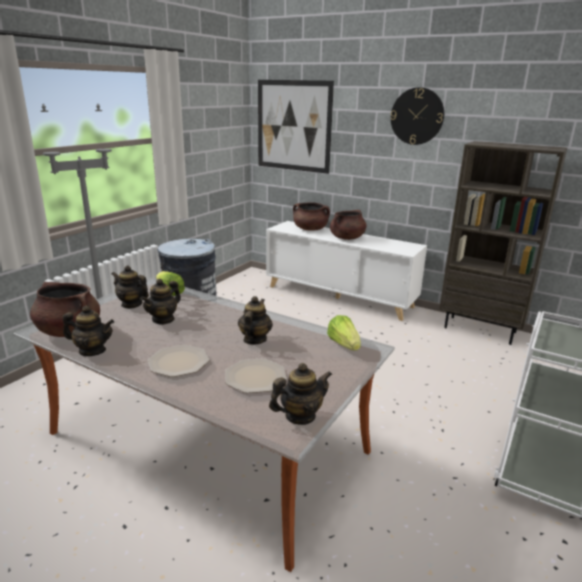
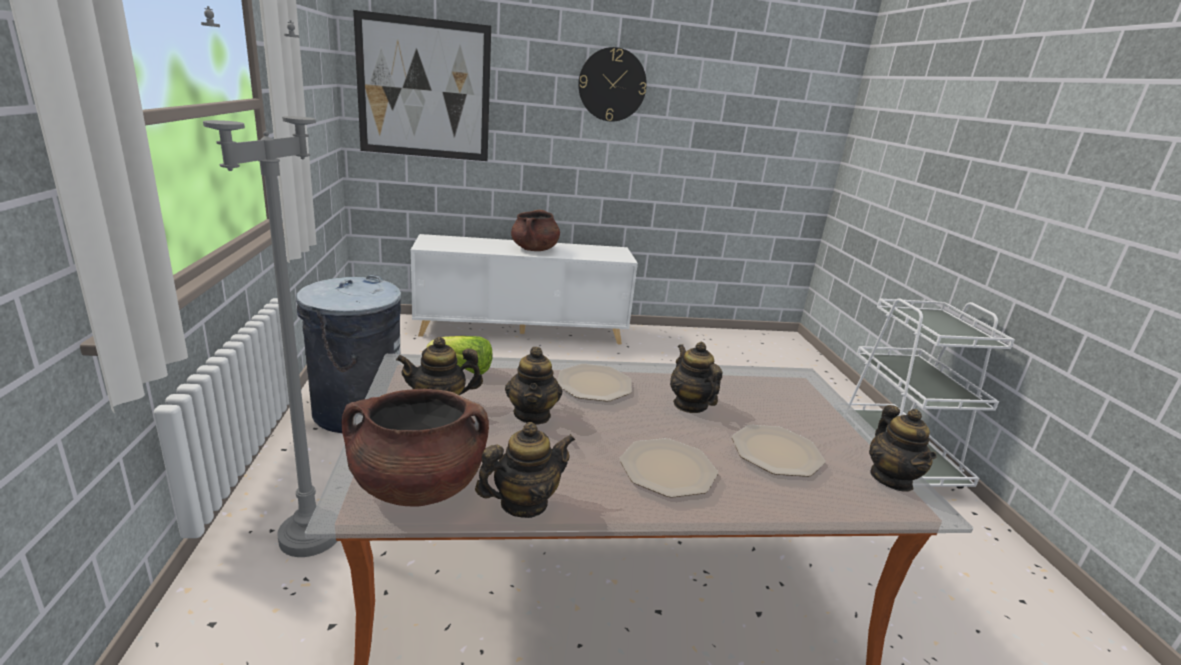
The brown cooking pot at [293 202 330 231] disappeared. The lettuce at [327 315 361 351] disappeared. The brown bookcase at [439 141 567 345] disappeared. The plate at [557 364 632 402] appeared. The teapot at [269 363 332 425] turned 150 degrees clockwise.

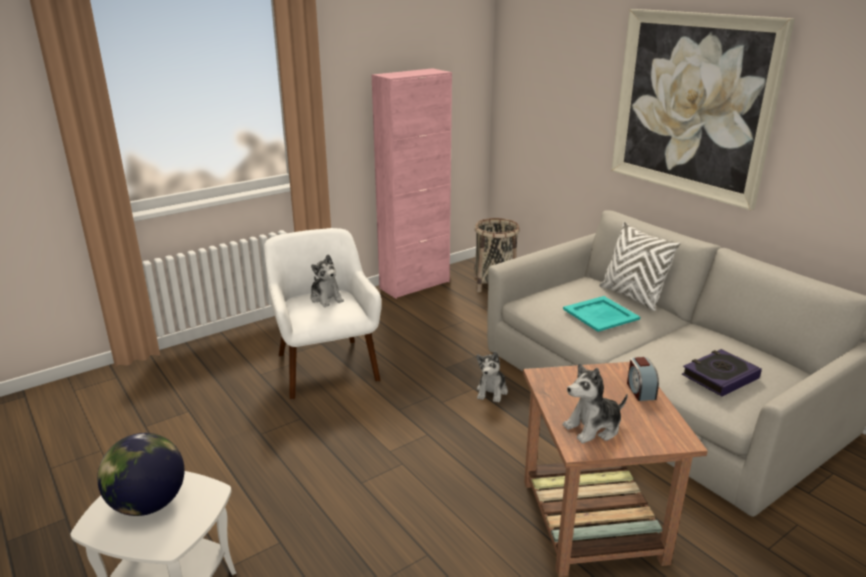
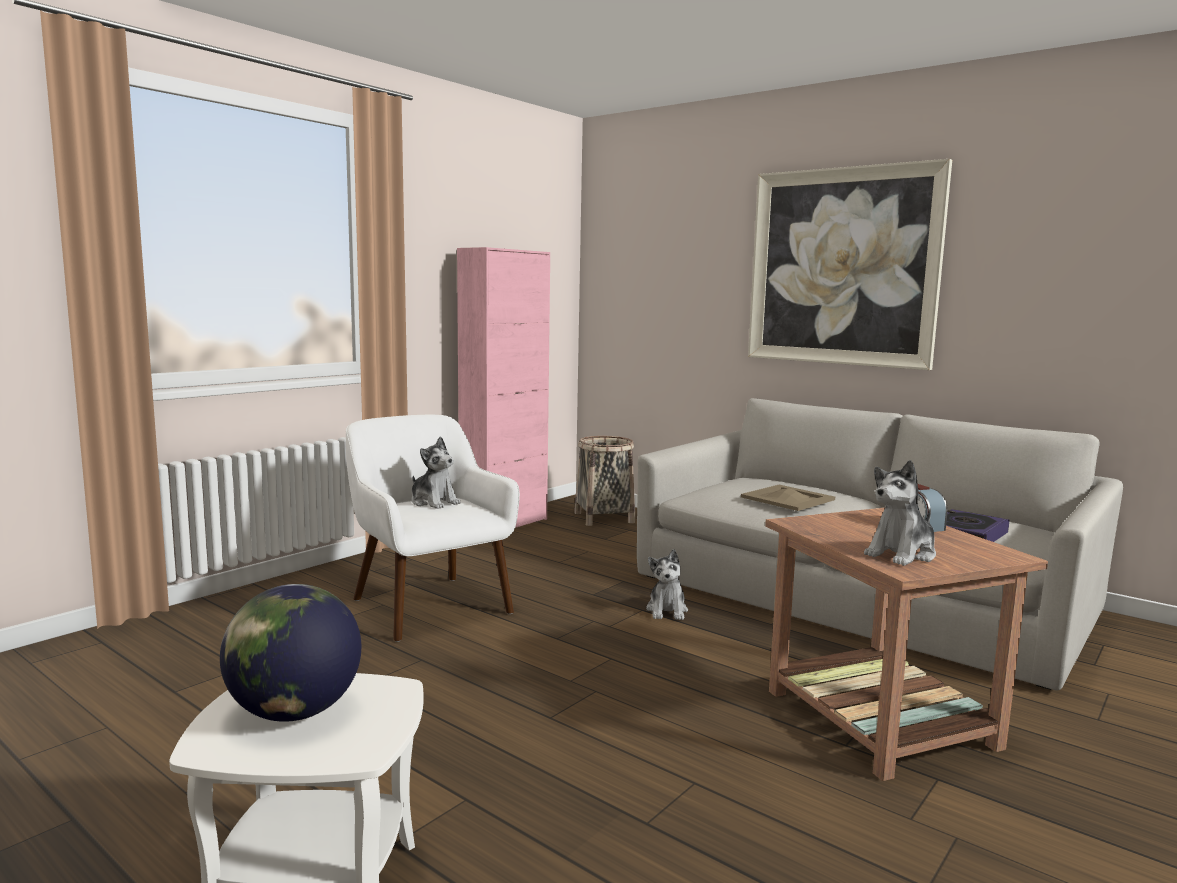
The white pillow at [599 221 680 311] disappeared. The turquoise tray at [563 296 640 332] became the beige tray at [741 485 835 511].

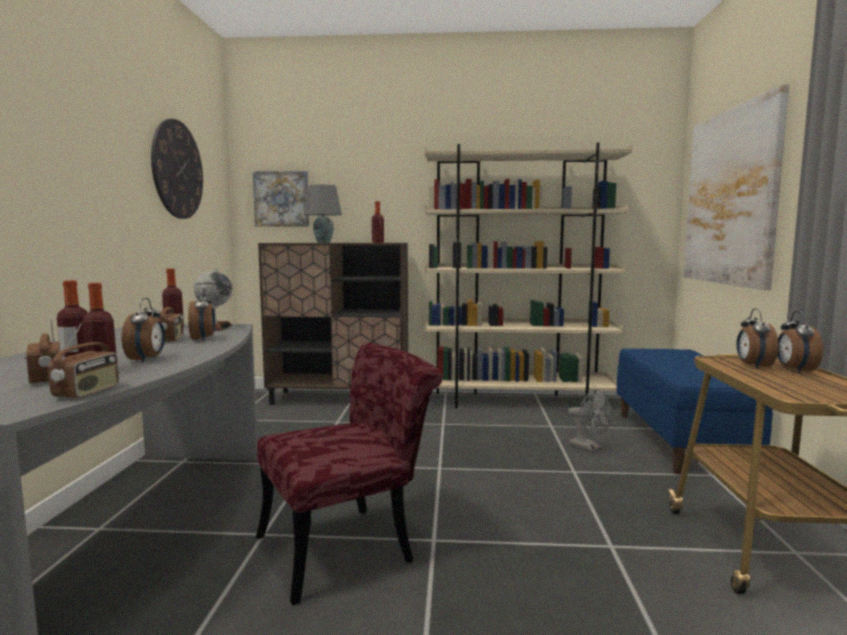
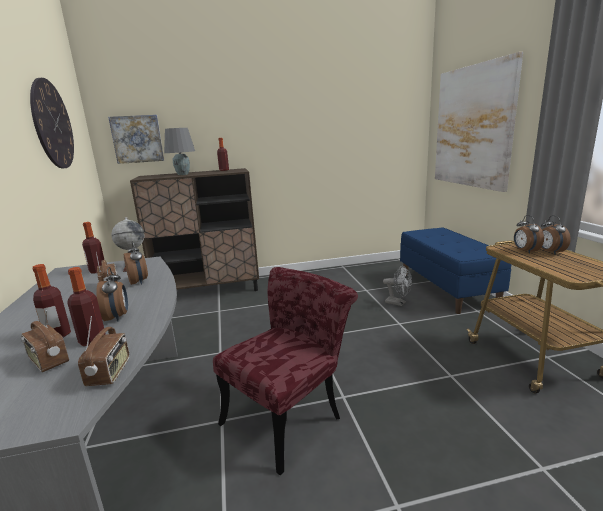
The beige bookcase at [425 142 633 408] disappeared.

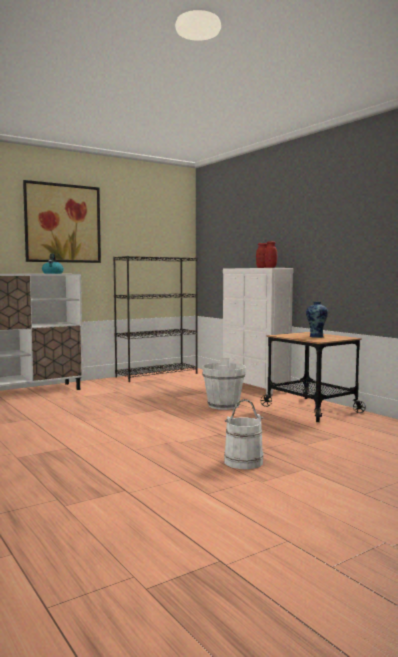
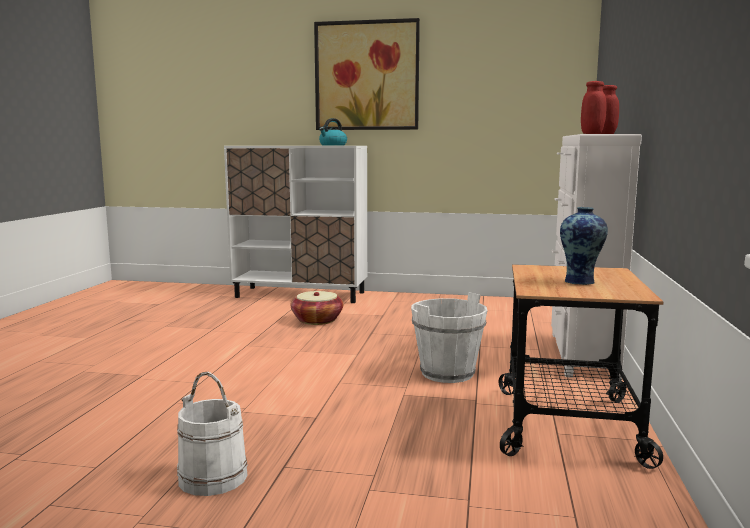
The black bookcase at [113 256 198 382] disappeared. The basket at [291 291 343 325] appeared.

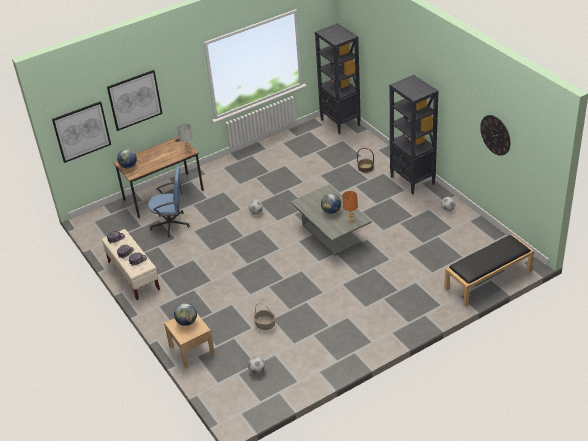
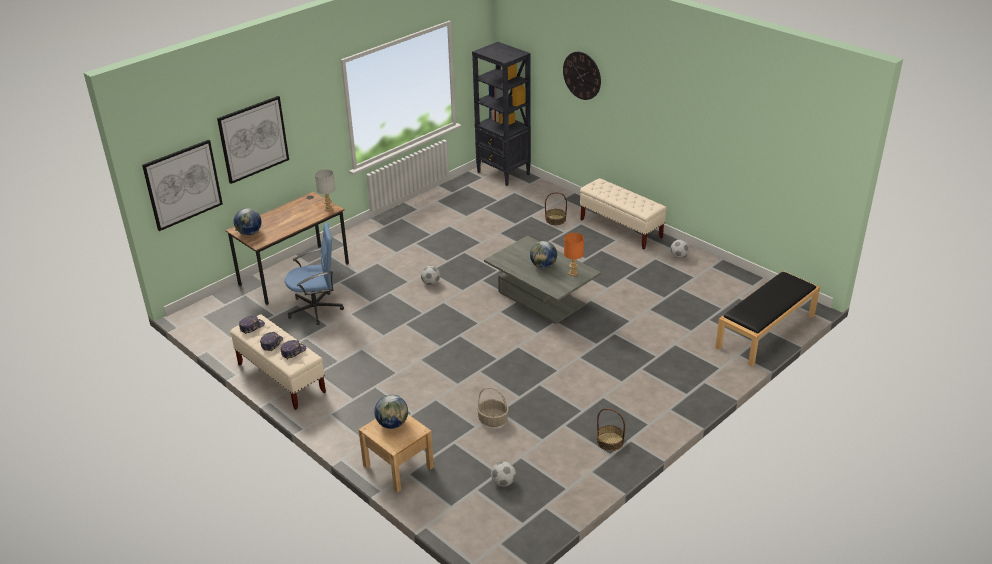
The basket at [596 408 625 451] appeared. The wall clock moved from [480 115 510 156] to [563 52 601 100]. The black bookcase at [389 75 439 195] was replaced by the beige bench at [580 178 667 250].

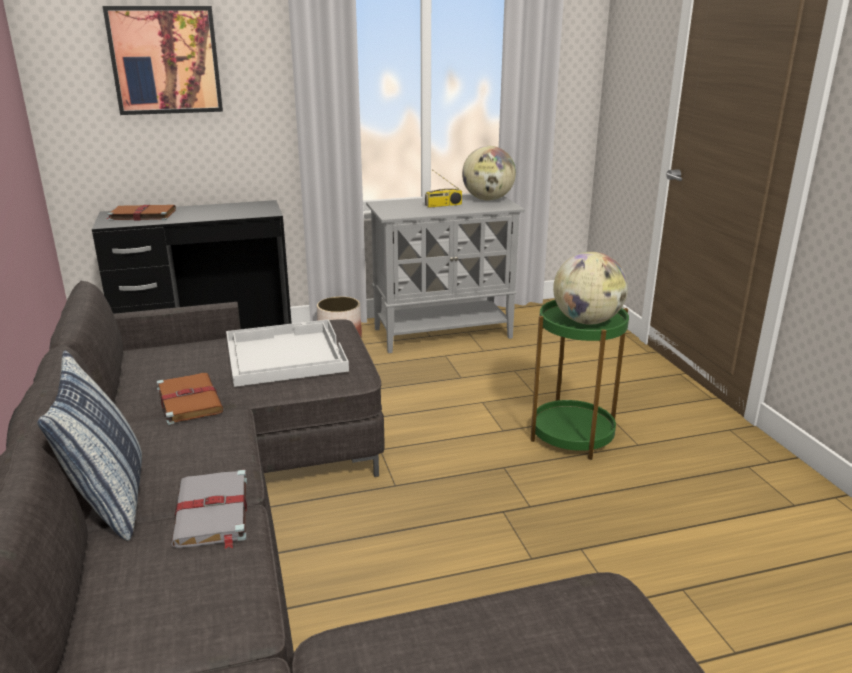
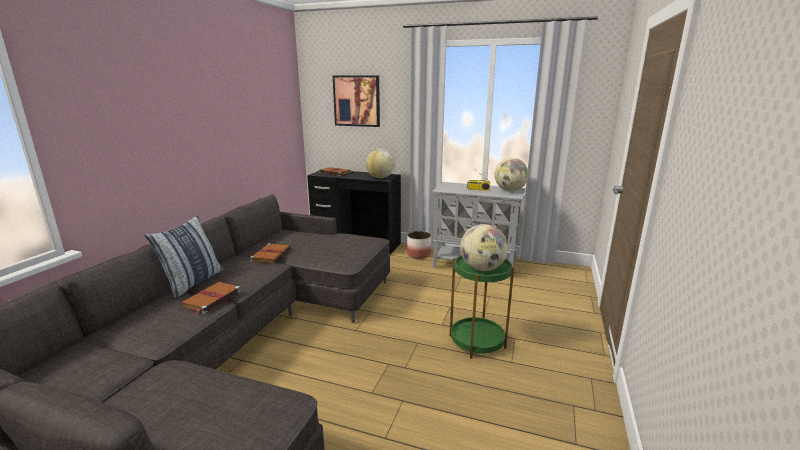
The white tray at [226 319 349 387] disappeared. The globe at [366 149 395 178] appeared. The grey book at [171 470 247 549] became the brown book at [180 282 241 315].

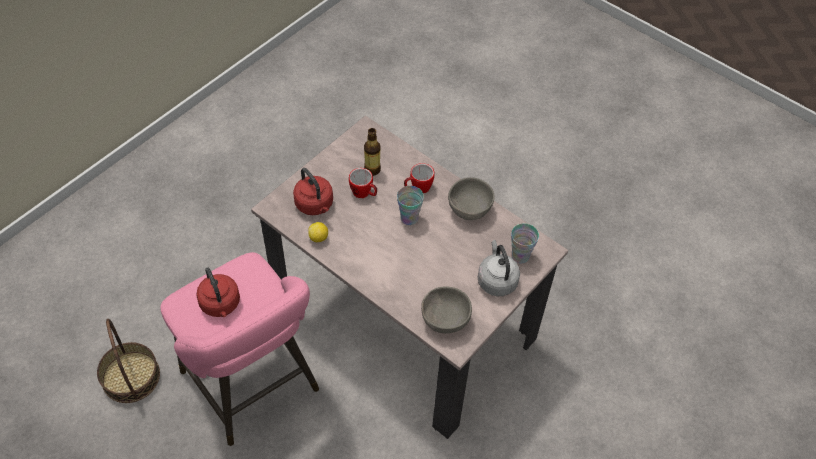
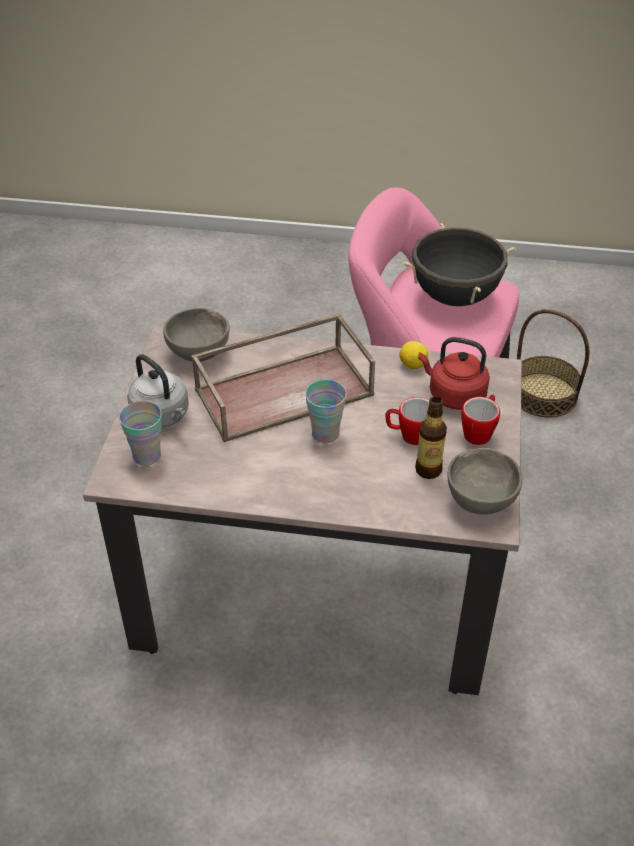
The brown tray at [191 314 375 442] appeared. The mug moved from [404 163 435 194] to [461 395 500 445]. The grey bowl moved from [448 177 495 220] to [448 448 523 515]. The red kettle at [196 268 240 317] was replaced by the black cooking pot at [403 223 516 306].

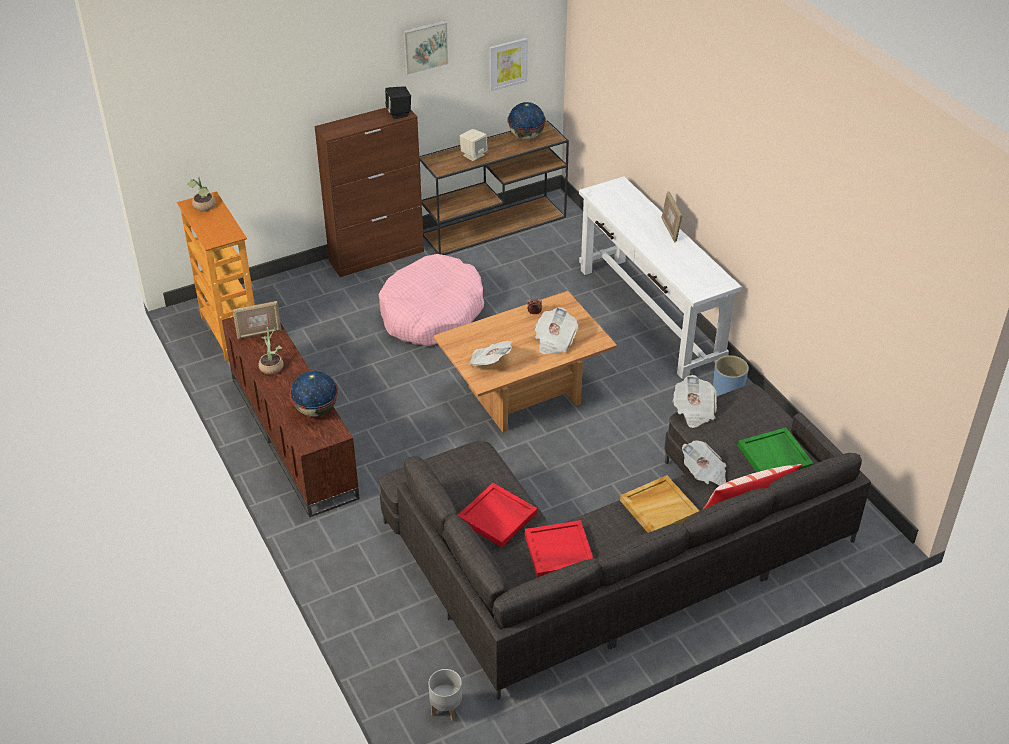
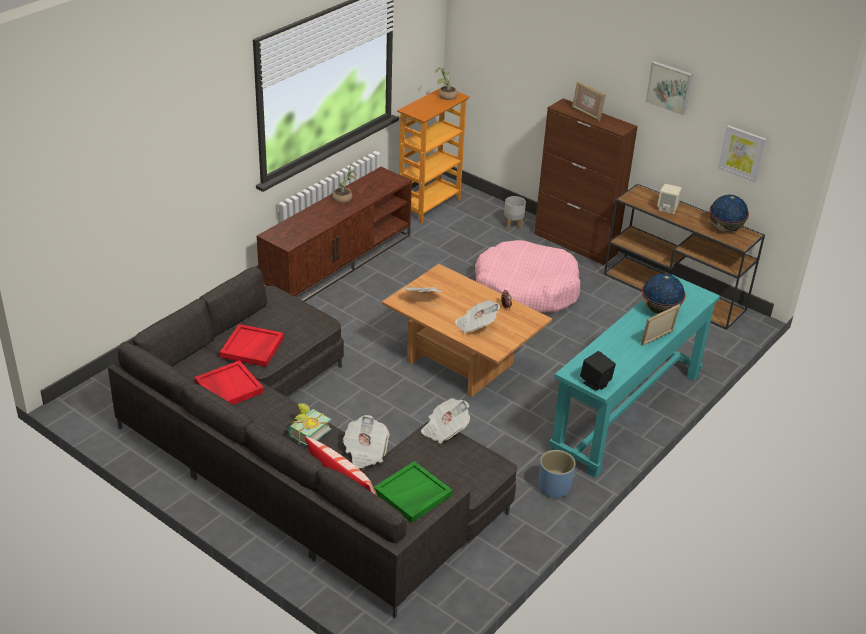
The picture frame moved from [233 301 281 340] to [572 81 606 121]. The globe moved from [290 371 338 417] to [642 273 686 314]. The black speaker moved from [385 86 411 119] to [580 351 616 391]. The grey planter moved from [428 669 462 722] to [504 196 526 230]. The beige tray at [620 475 699 533] was replaced by the book at [288 403 331 447]. The white console table at [579 176 742 379] became the turquoise console table at [549 275 720 478].

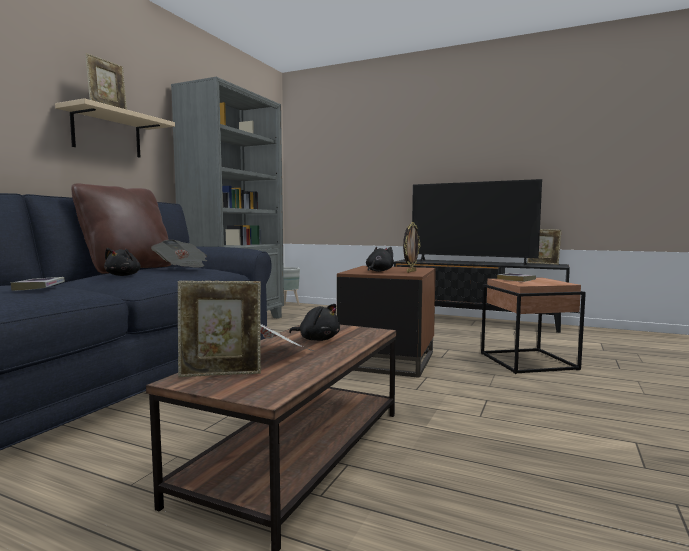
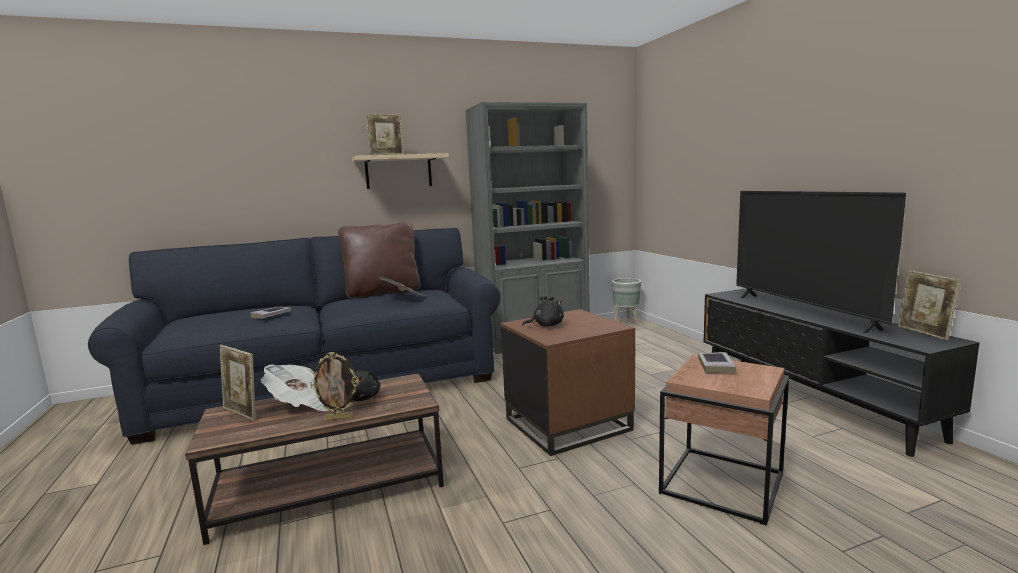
The black plush toy at [104 248 141 276] disappeared. The picture frame moved from [403 222 421 273] to [310 352 359 420].

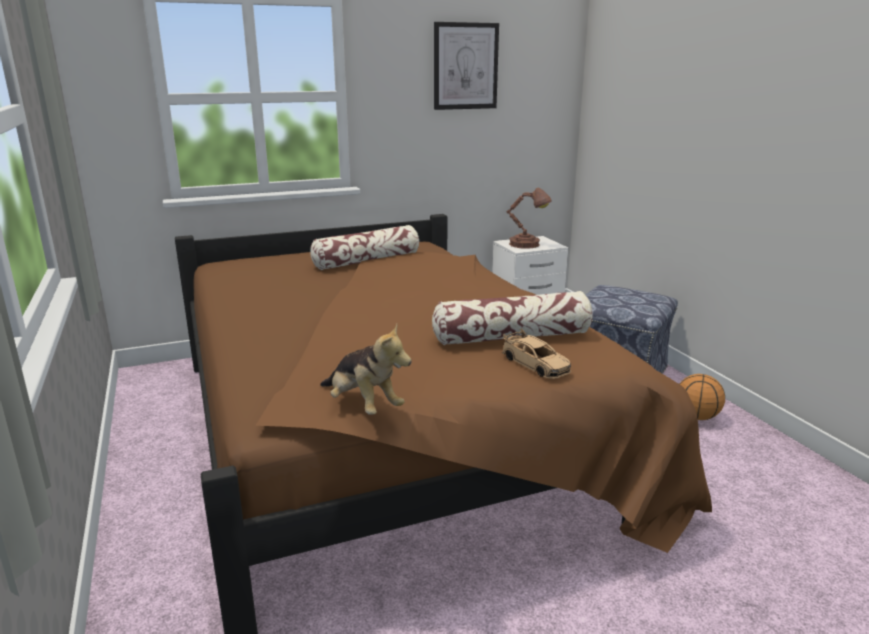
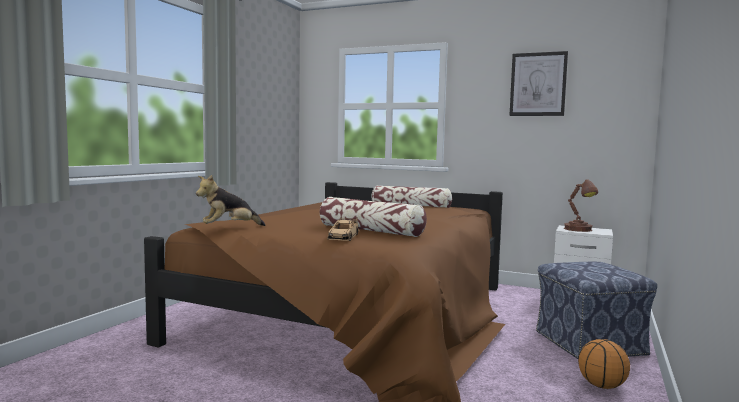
The plush toy at [320 324 412 415] turned 60 degrees clockwise.

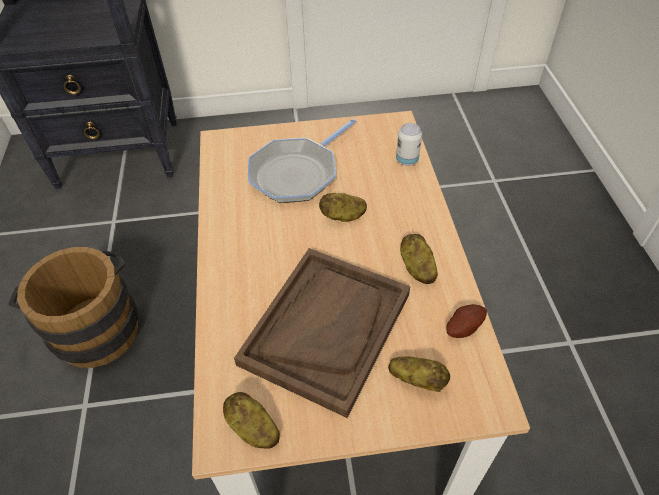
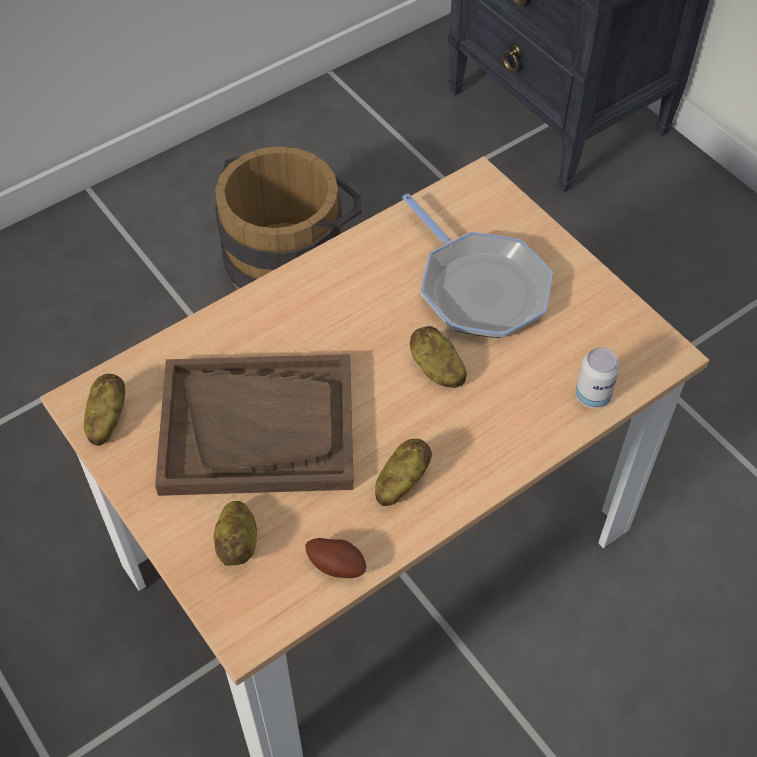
The frying pan at [248 119 356 203] turned 135 degrees counterclockwise.

